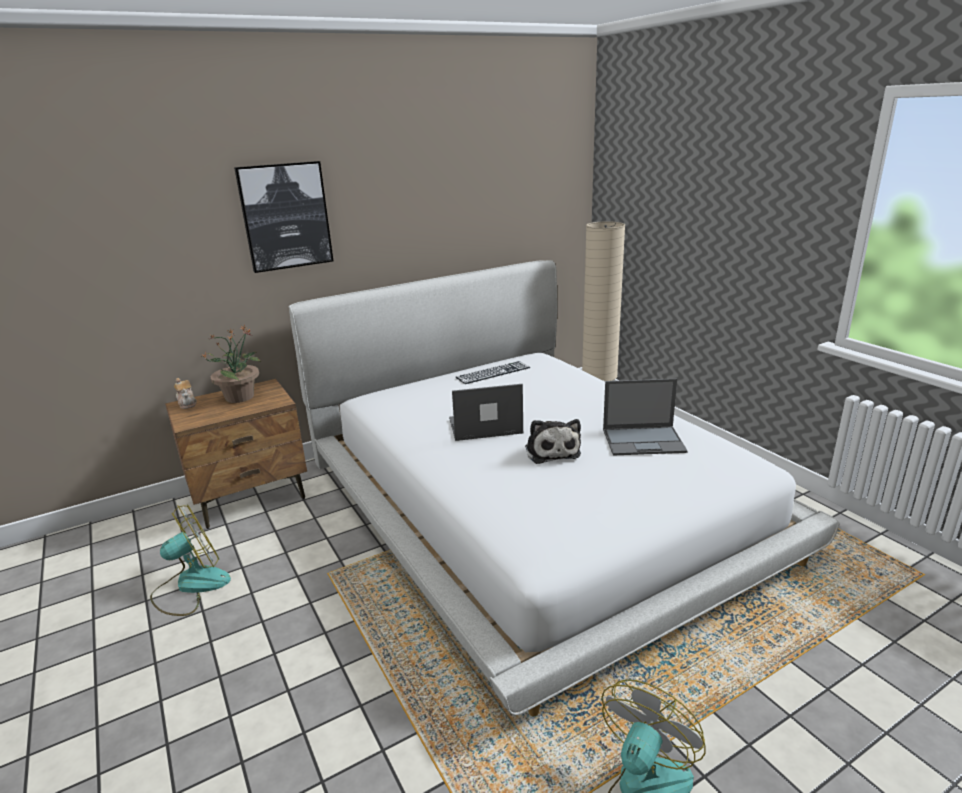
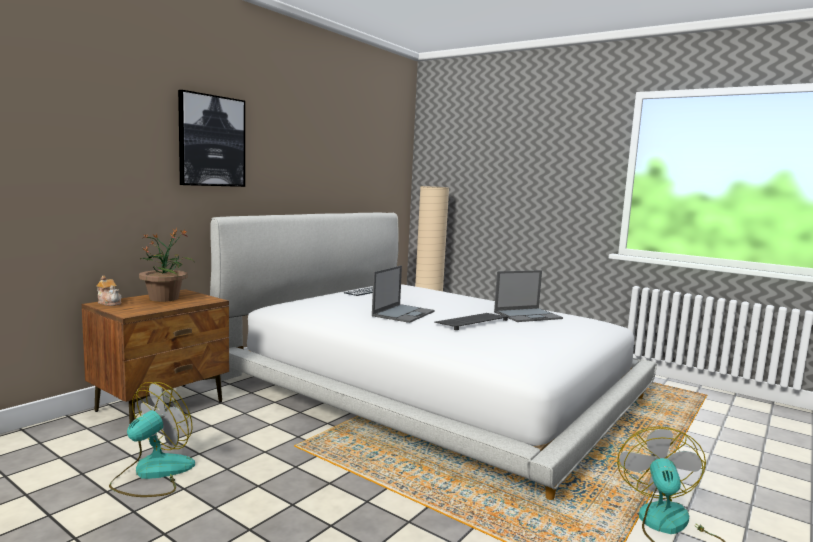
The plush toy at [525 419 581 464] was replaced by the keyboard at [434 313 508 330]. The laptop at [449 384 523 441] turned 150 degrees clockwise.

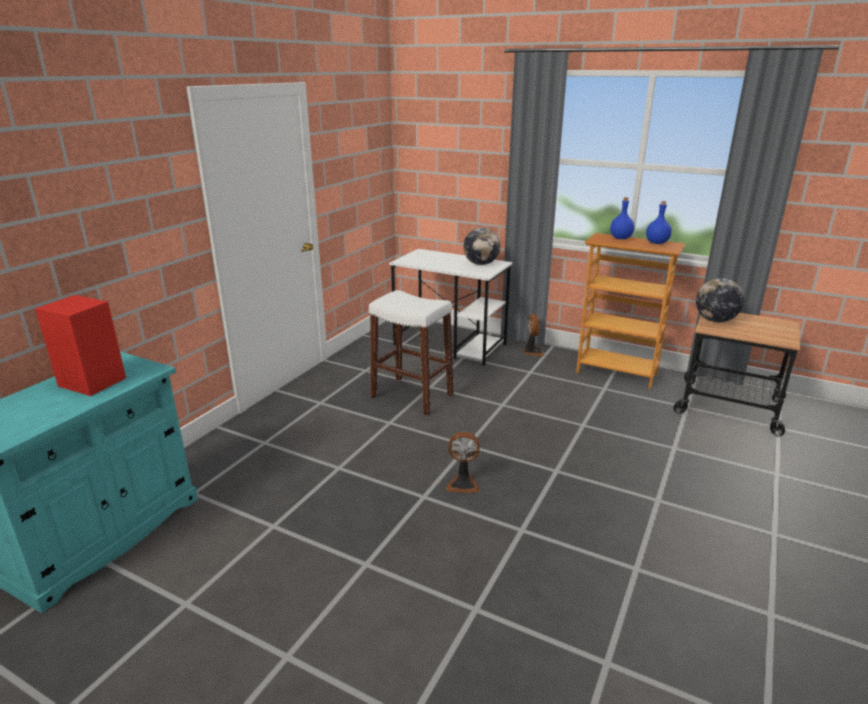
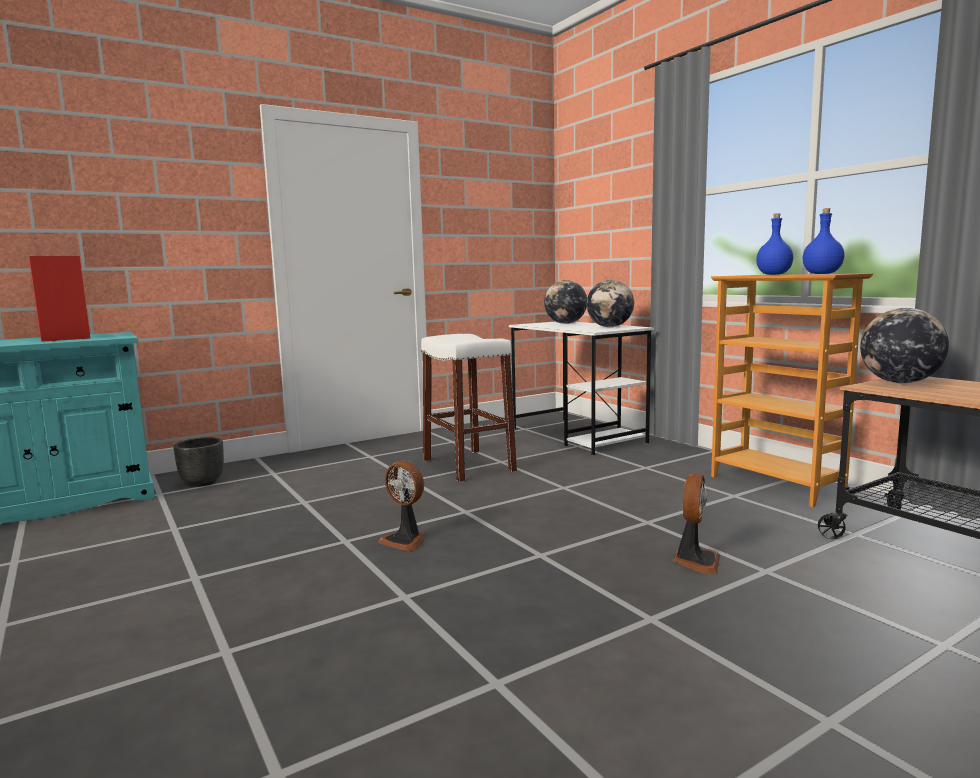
The black planter at [174 437 224 487] appeared. The globe at [544 280 587 324] appeared. The fan moved from [523 314 545 357] to [673 473 720 574].

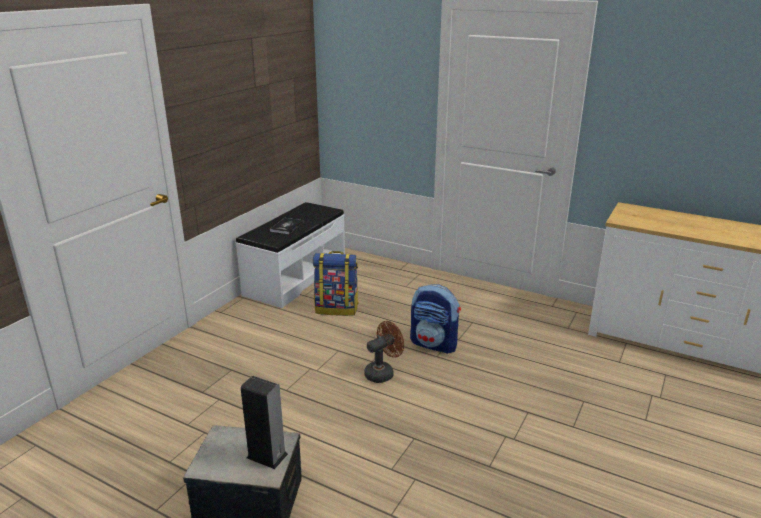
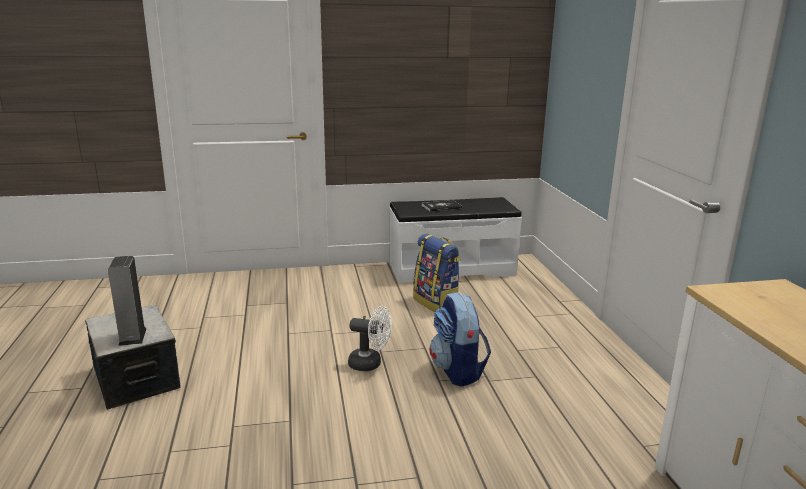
The brown fan at [364 321 404 383] became the white fan at [348 306 392 371].

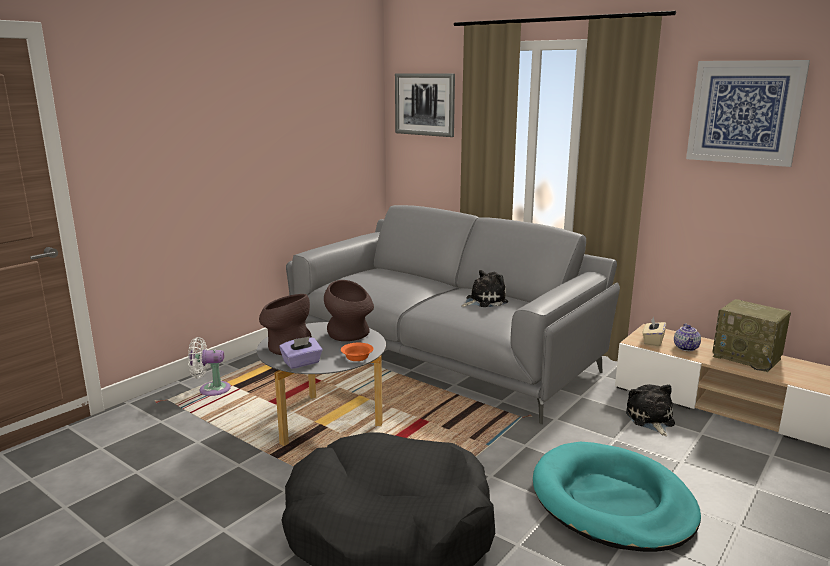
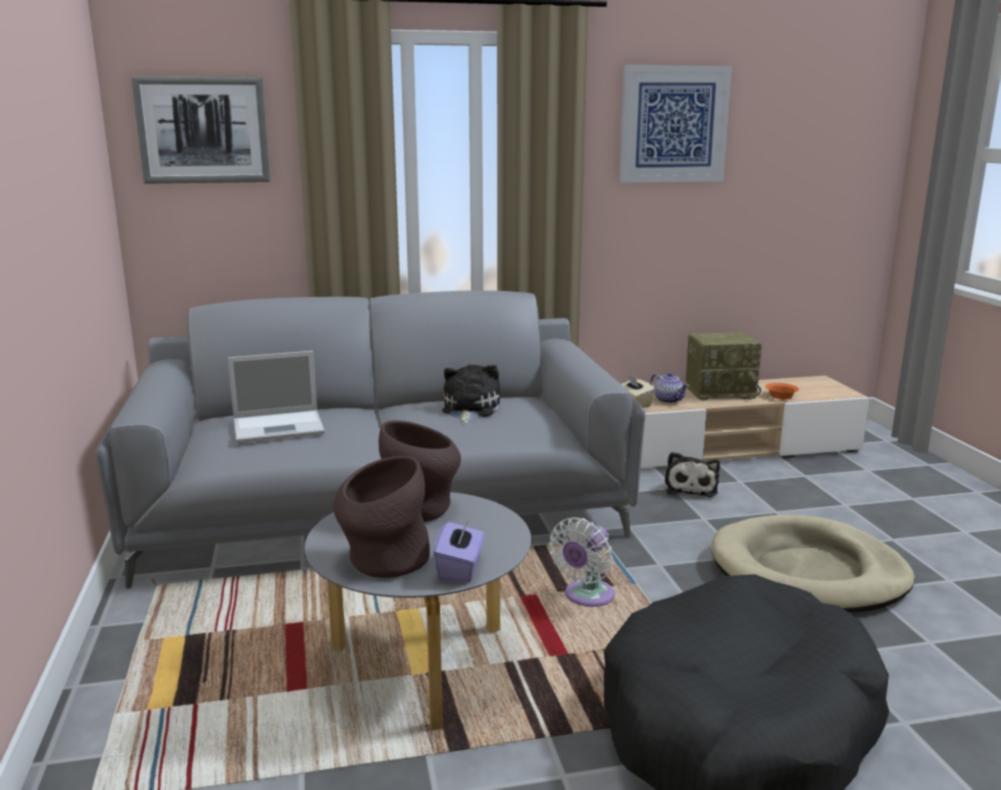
The laptop at [228 351 325 443] appeared. The white fan moved from [188 337 231 396] to [549 517 615 607]. The orange bowl moved from [341 343 374 361] to [765 383 799 399]. The turquoise dog bed at [533 442 701 552] became the beige dog bed at [711 515 915 613]. The plush toy at [626 384 675 436] turned 120 degrees counterclockwise.

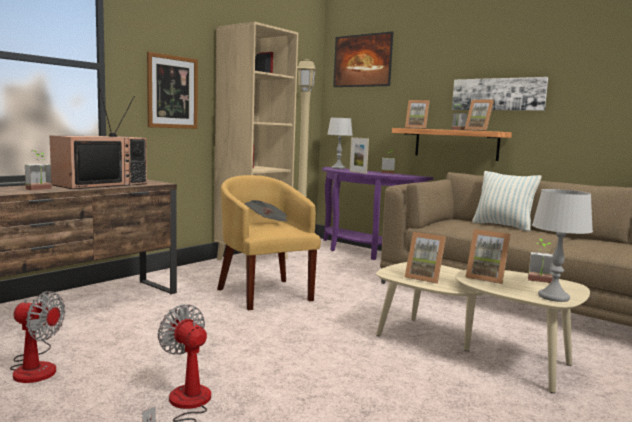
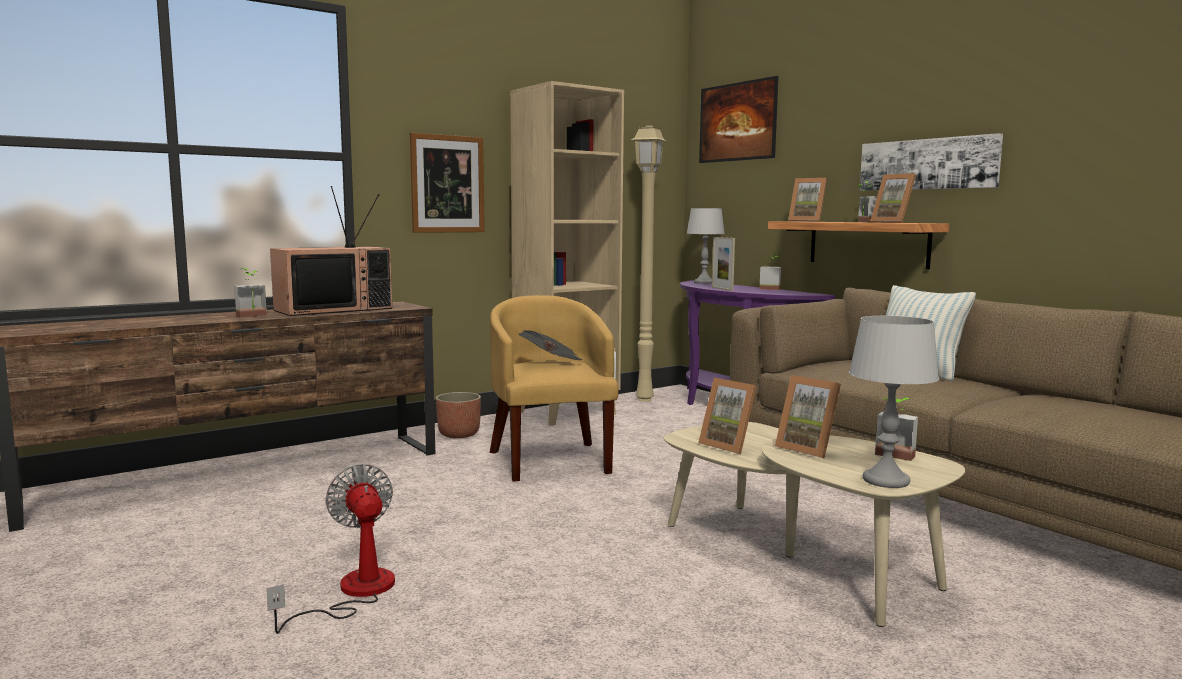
The fan at [10 291 65 383] disappeared. The planter at [436 392 481 438] appeared.

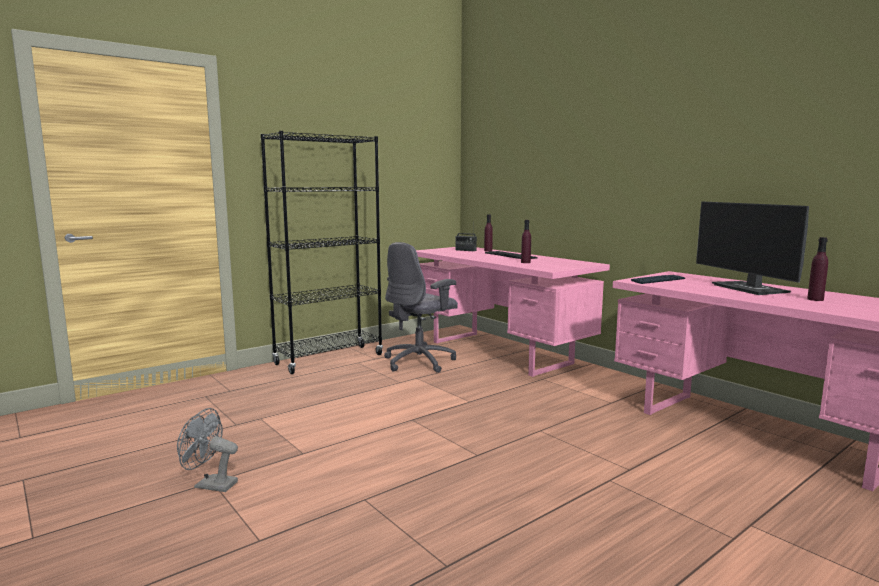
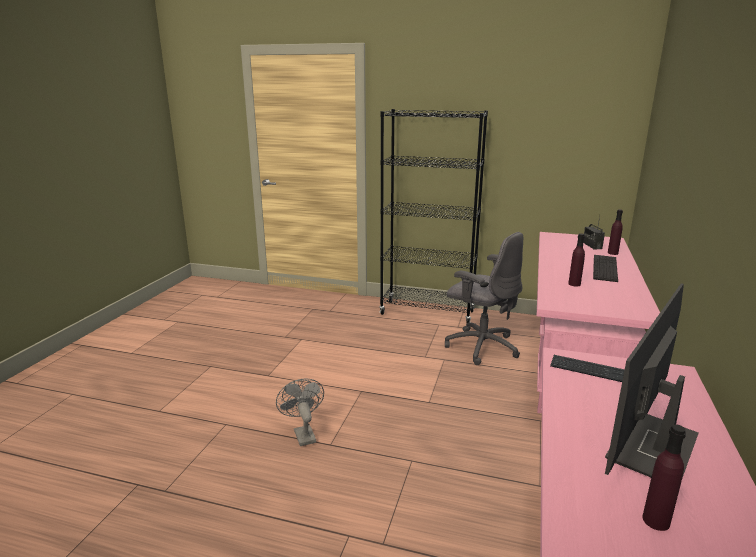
The grey fan moved from [177 408 238 492] to [276 378 324 446]. The grey office chair at [384 242 458 373] turned 150 degrees counterclockwise.

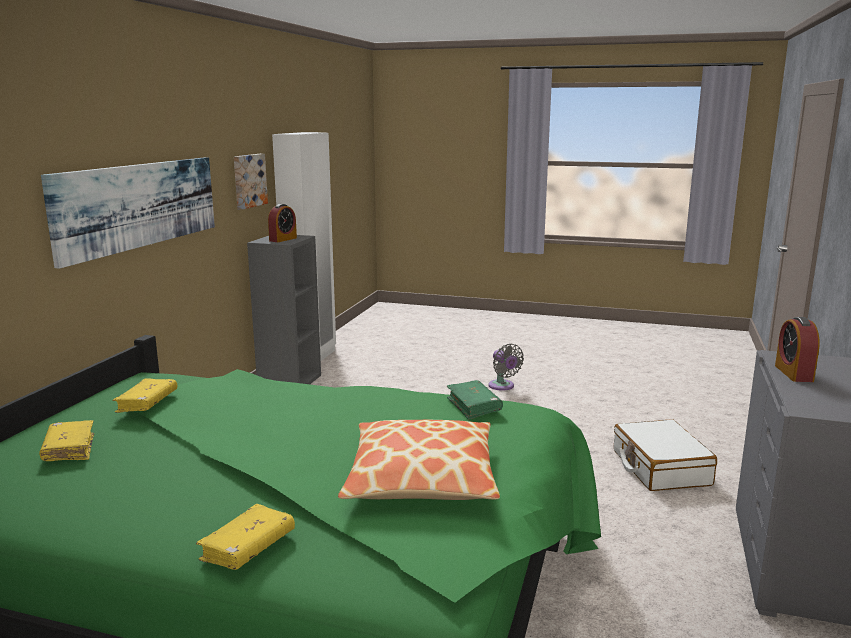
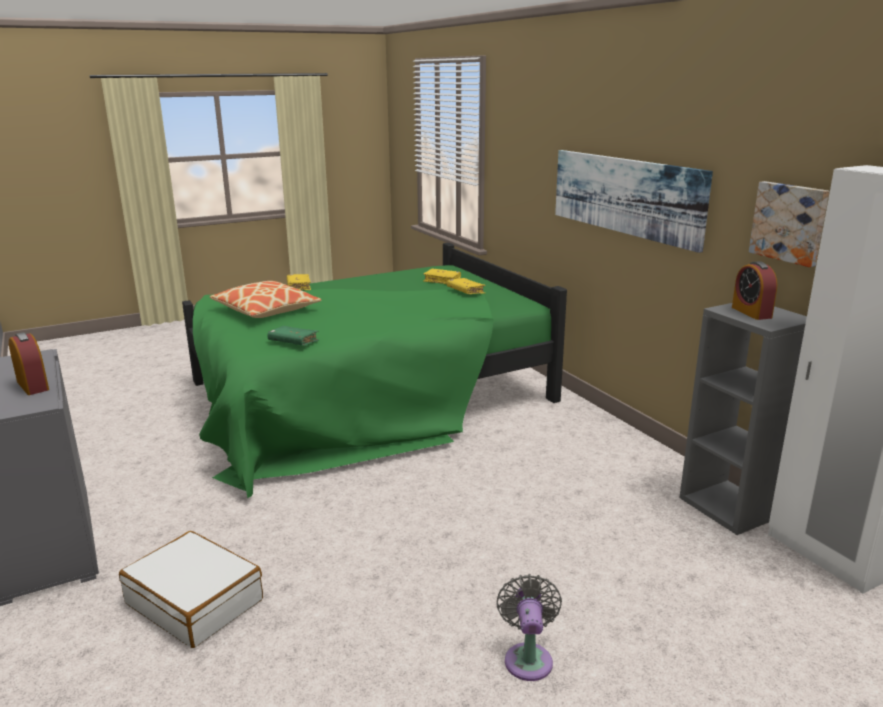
The grey fan at [488 343 524 390] turned 75 degrees clockwise.

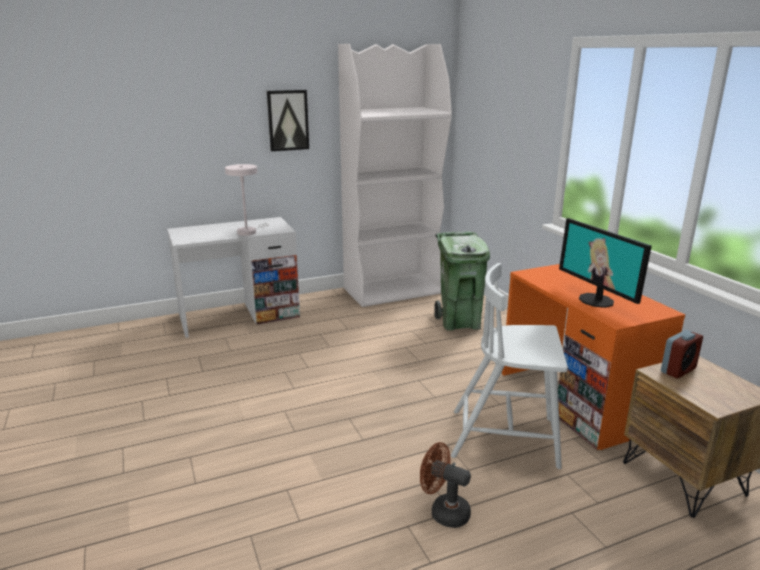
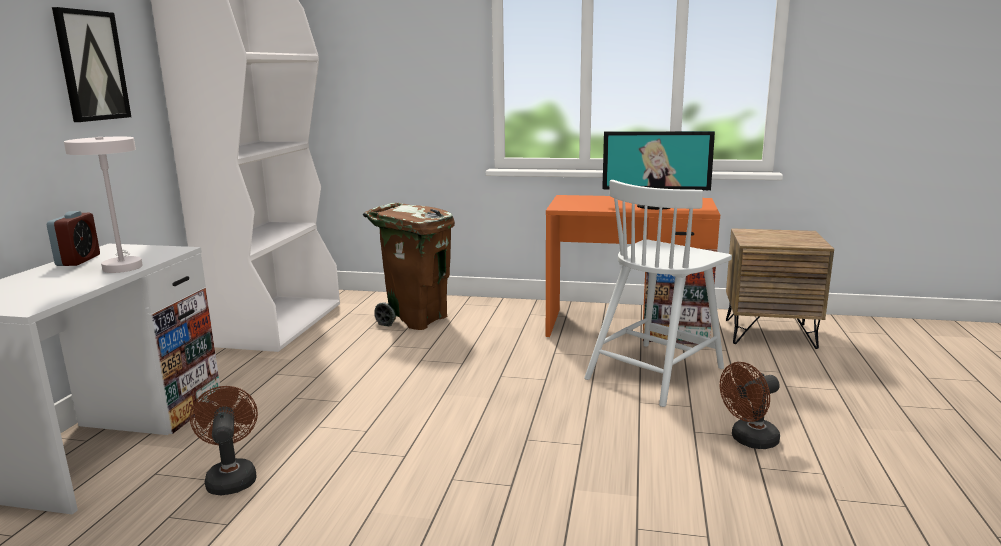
The brown fan at [190 386 258 495] appeared. The alarm clock moved from [661 330 703 378] to [47 211 100 266]. The green trash can at [434 231 490 331] became the brown trash can at [363 203 455 330].

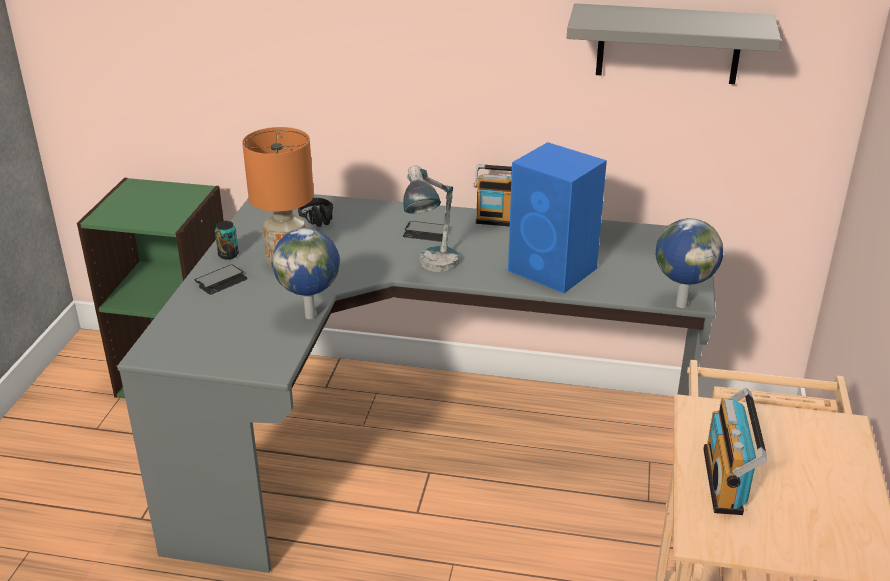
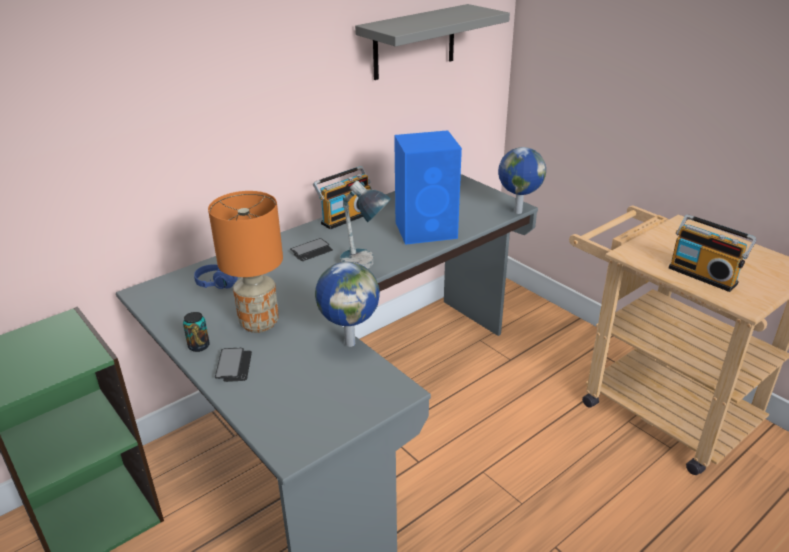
The black headphones at [298 198 333 227] became the blue headphones at [194 264 238 289].

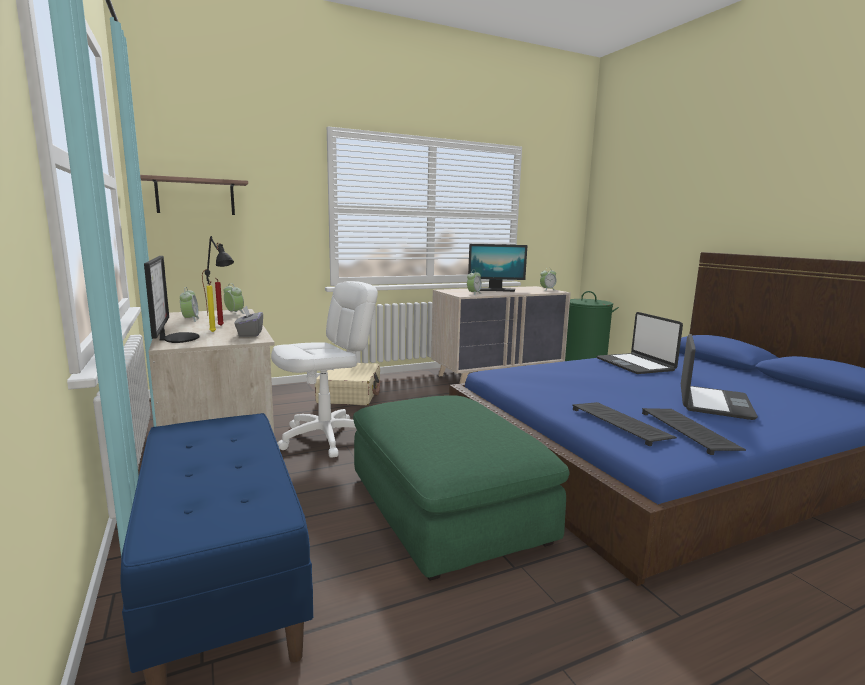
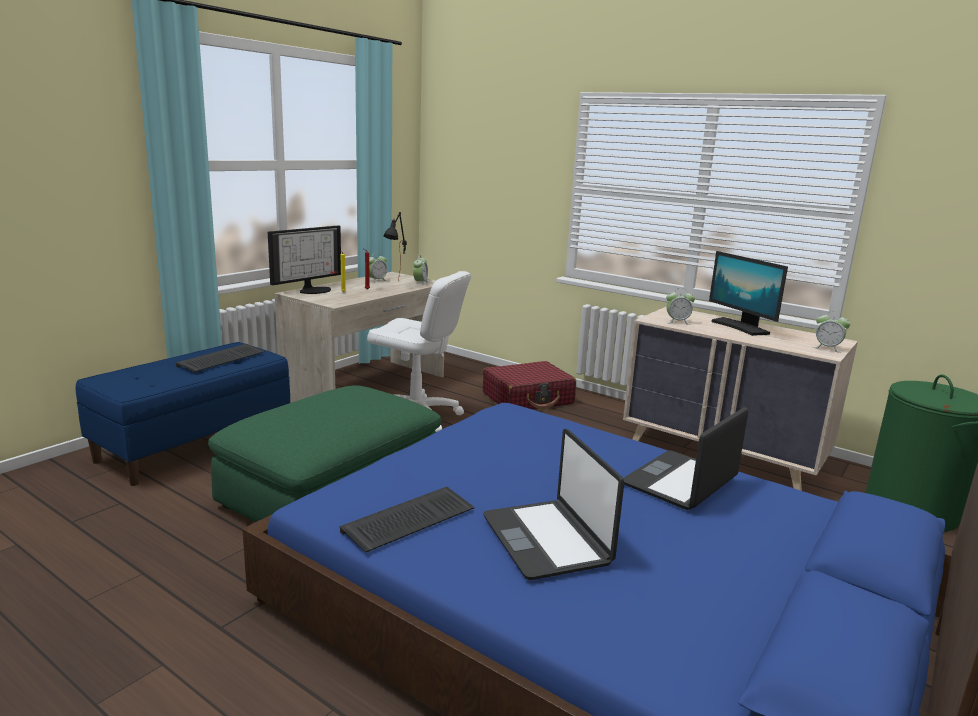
The shelf at [140 175 248 215] disappeared. The grey tissue box at [235 306 263 337] disappeared. The keyboard moved from [572 402 677 446] to [176 344 265 372]. The beige suitcase at [315 363 380 405] became the red suitcase at [483 361 576 410]. The laptop at [681 334 758 420] turned 75 degrees clockwise.

